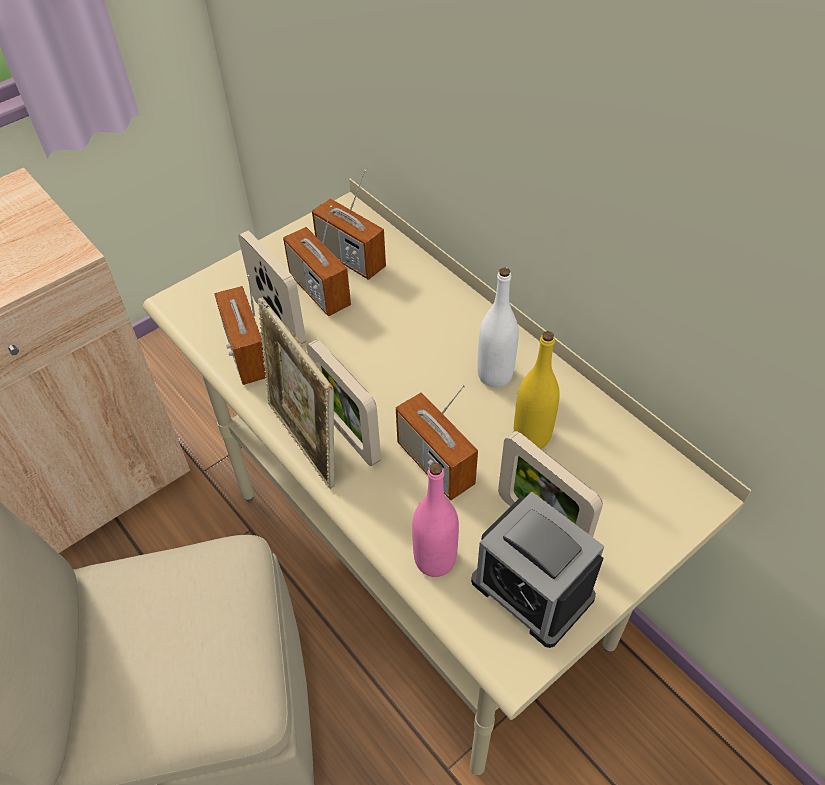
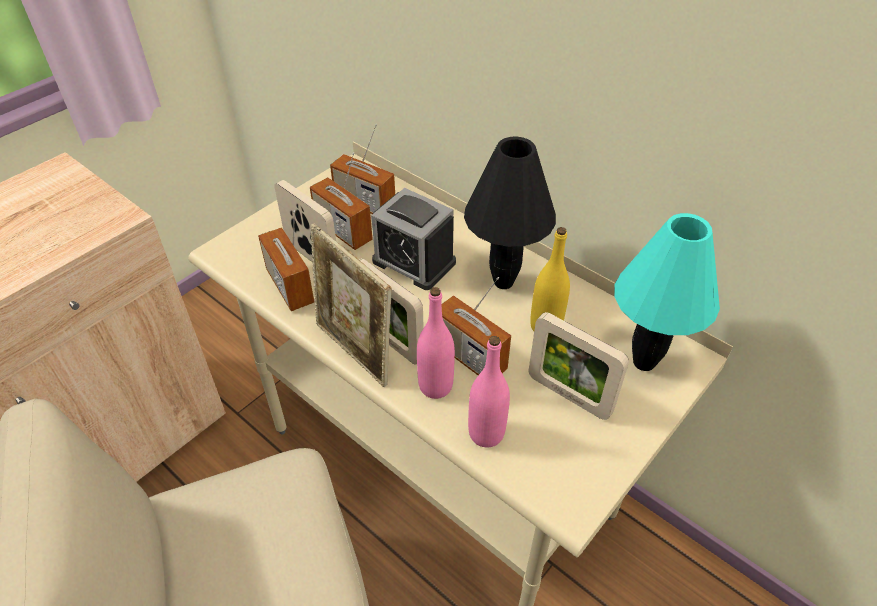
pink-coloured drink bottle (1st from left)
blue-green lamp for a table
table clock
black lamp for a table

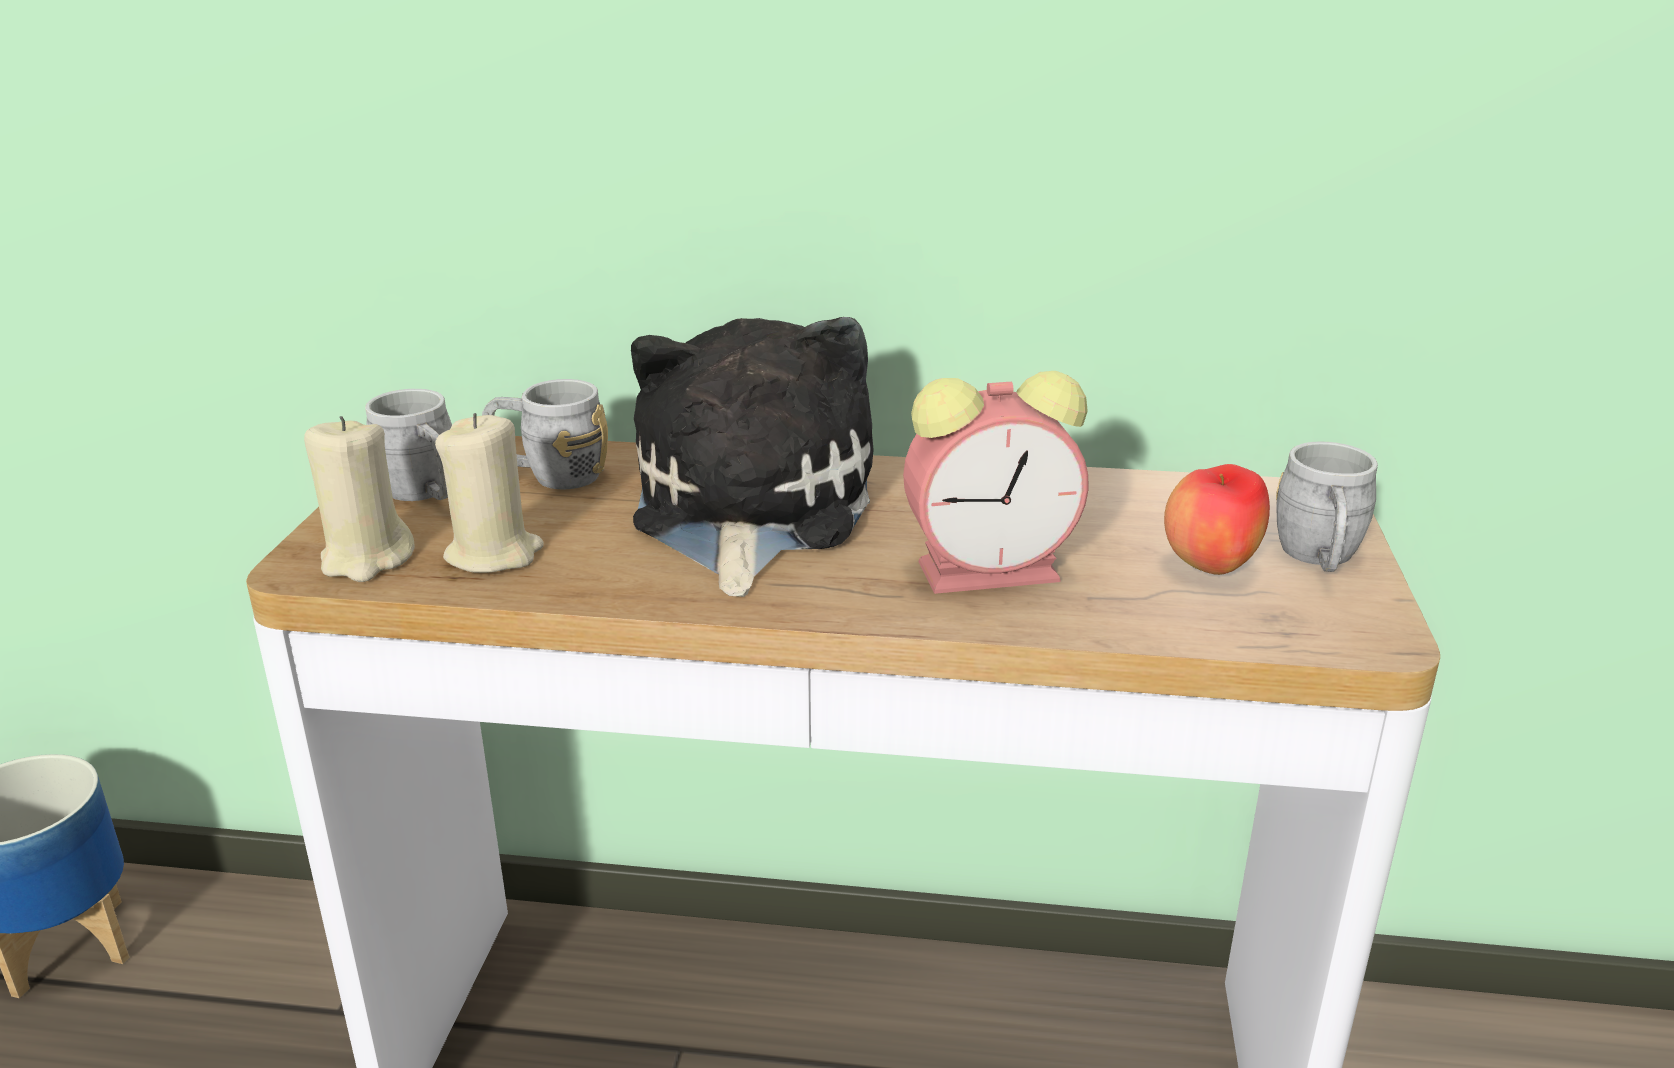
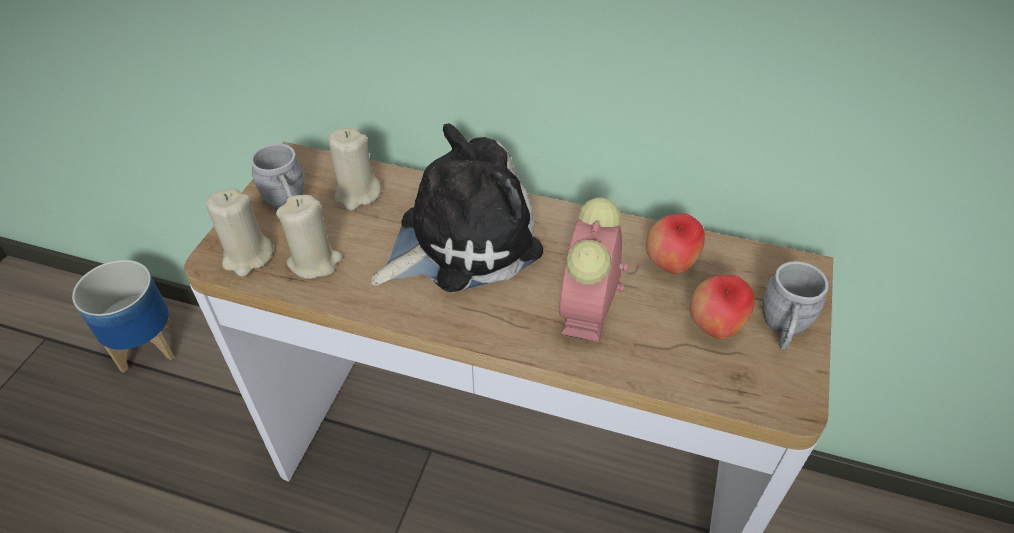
whole apple (1st from left)
beige-coloured wax light (3rd from left)
plush toy
table clock

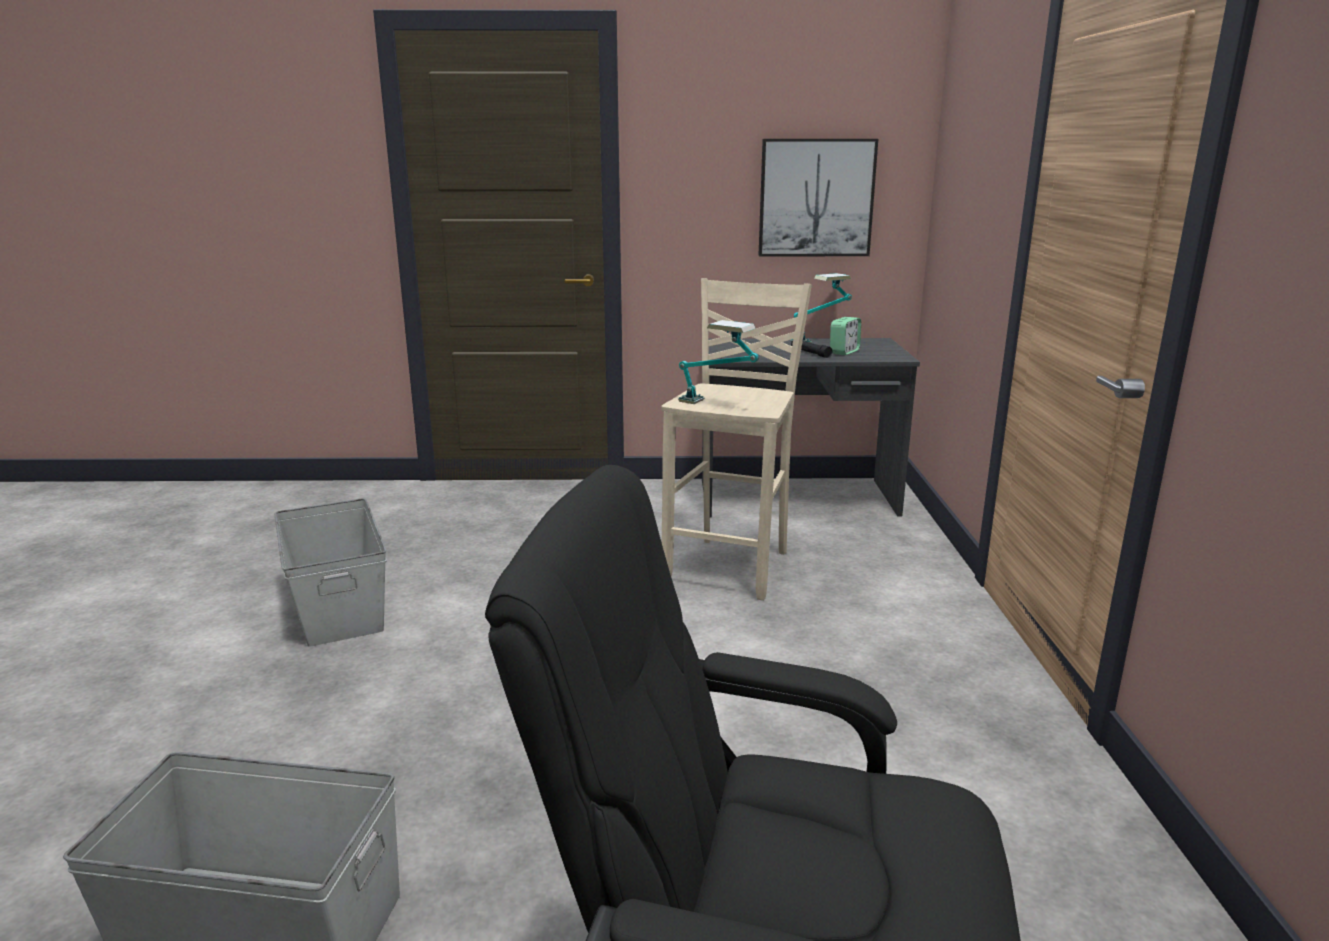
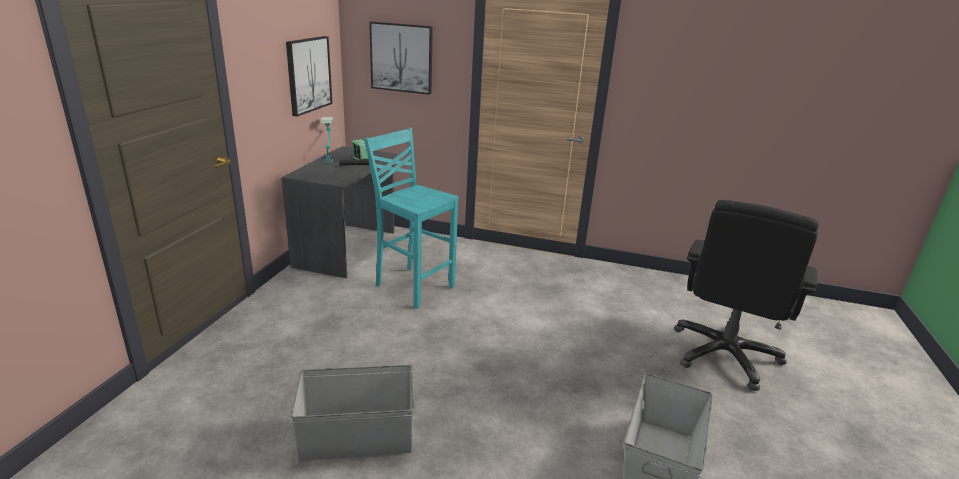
lamp for a table (1st from left in the first image)
wall picture (2nd from left)
blue-green stool seat

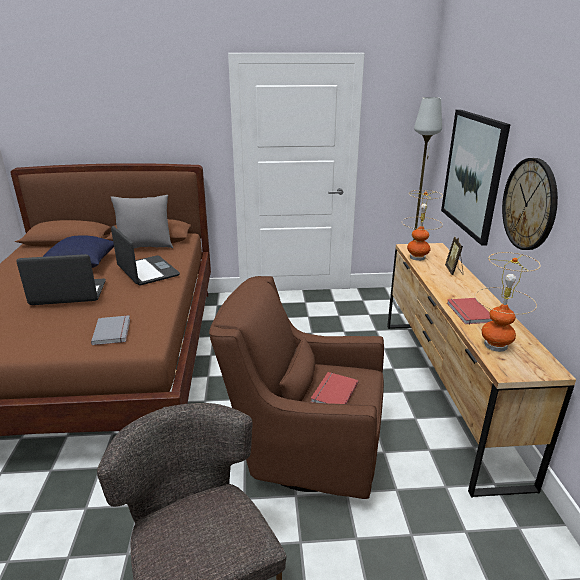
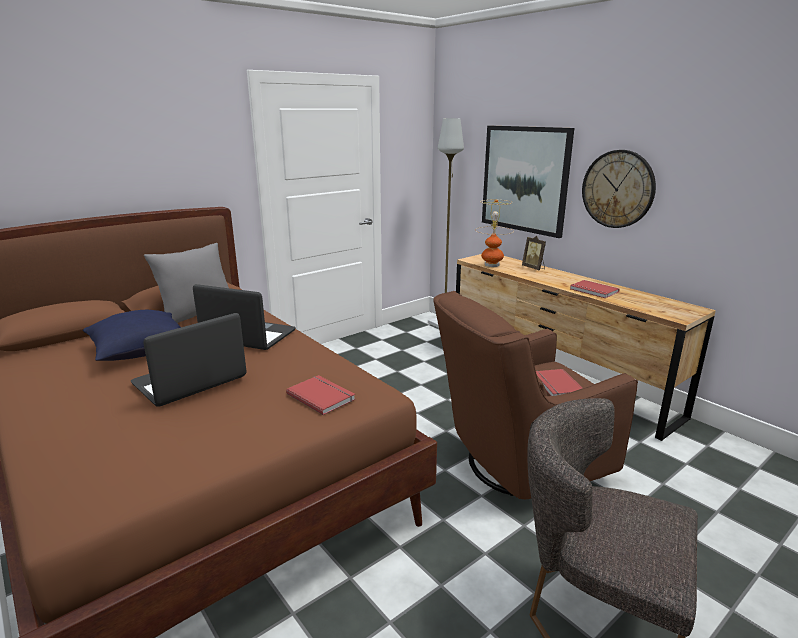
lamp for a table (2nd from left in the first image)
red-coloured volume (1st from left)

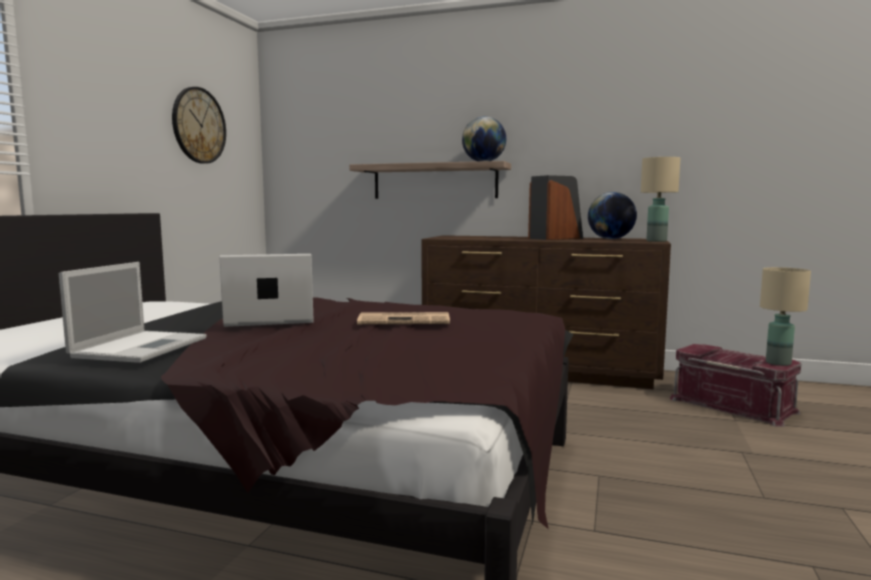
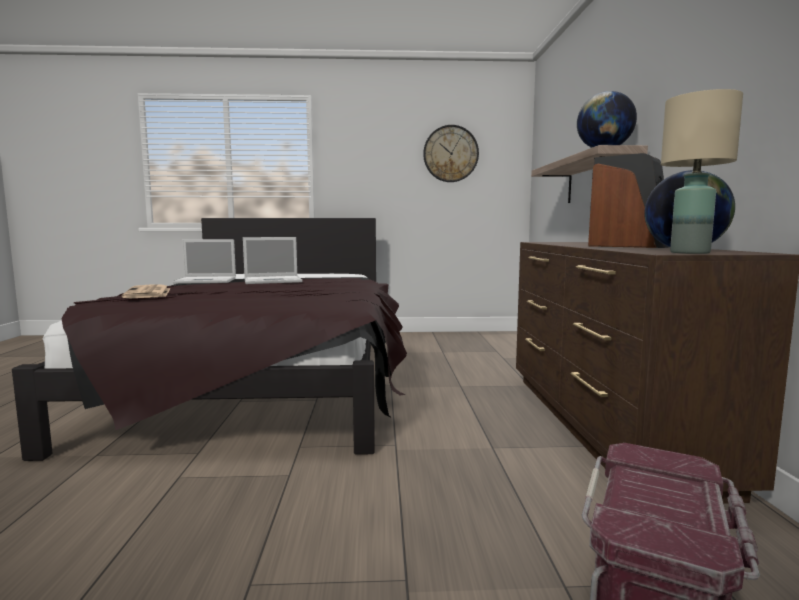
beige-coloured lamp for a table (2nd from left in the first image)
daily paper
portable computer (2nd from left)

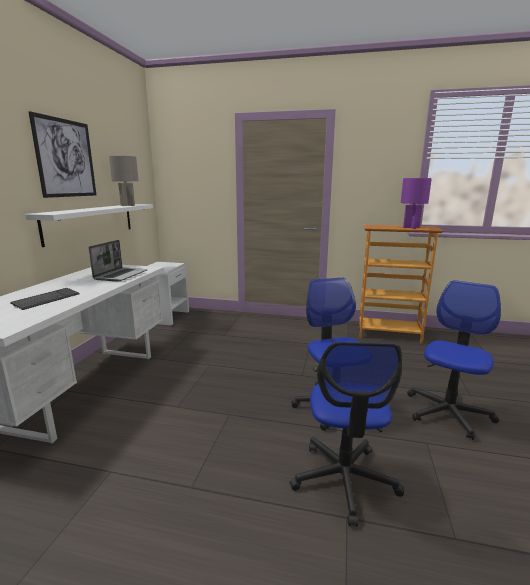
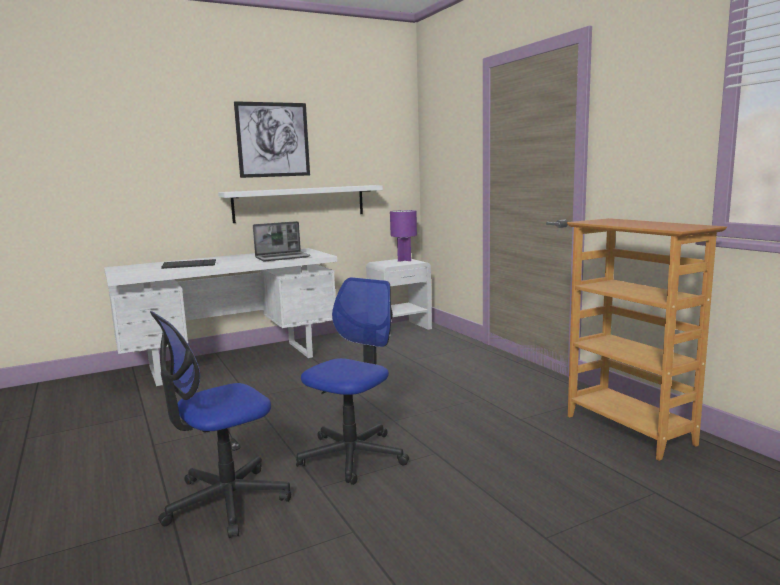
gray lamp for a table
desk chair (3rd from left in the first image)
purple-coloured lamp for a table

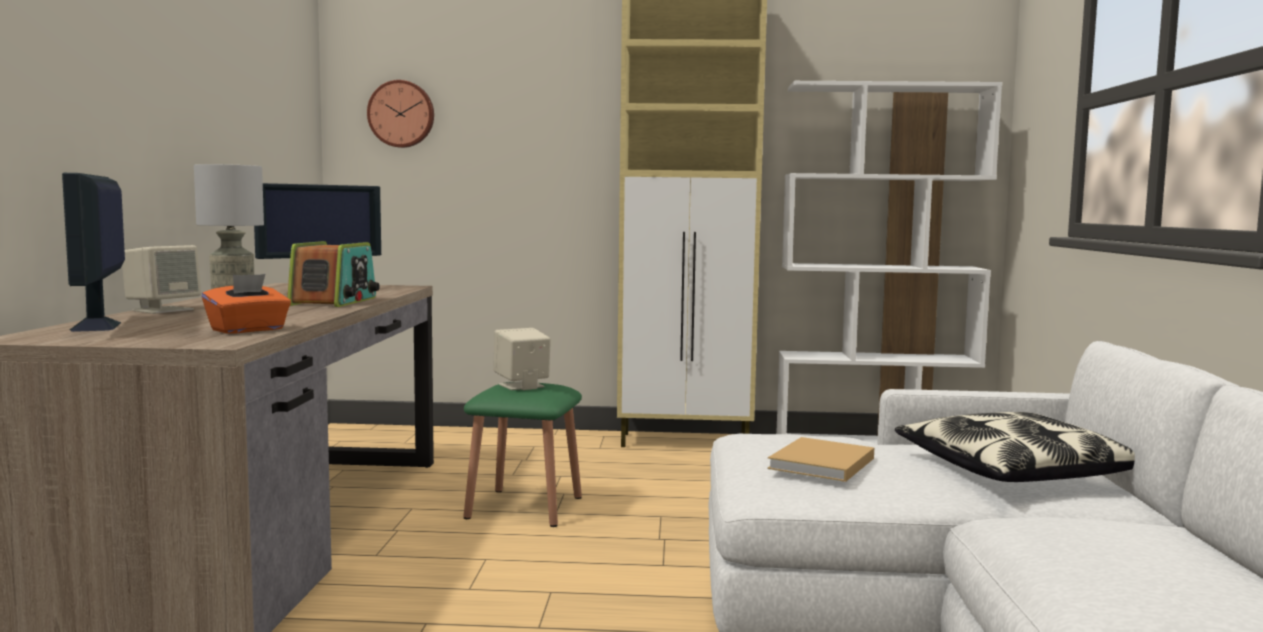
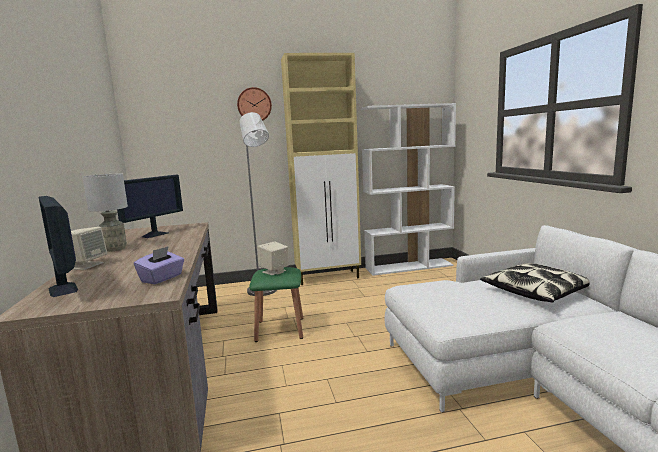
radio receiver
beige-coloured volume
gray standard lamp
hanging clock
purple-coloured tissue box

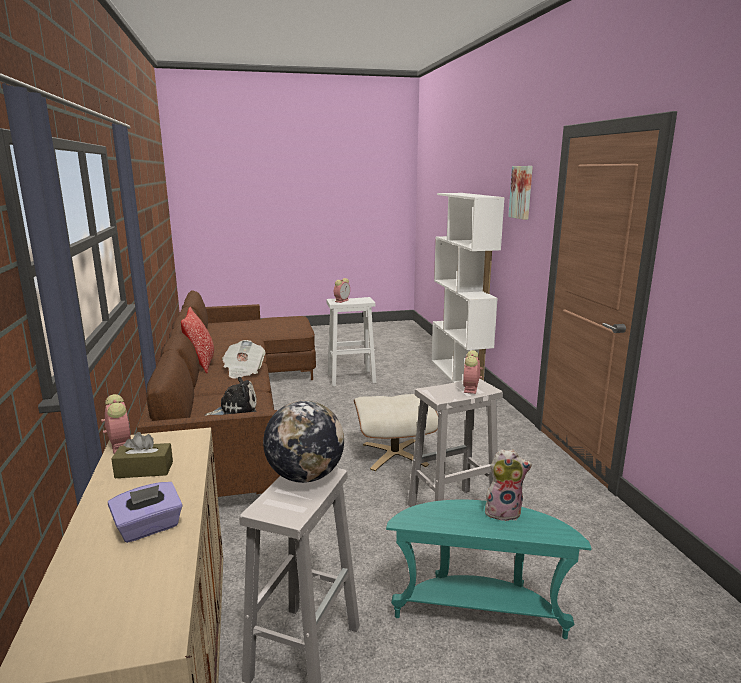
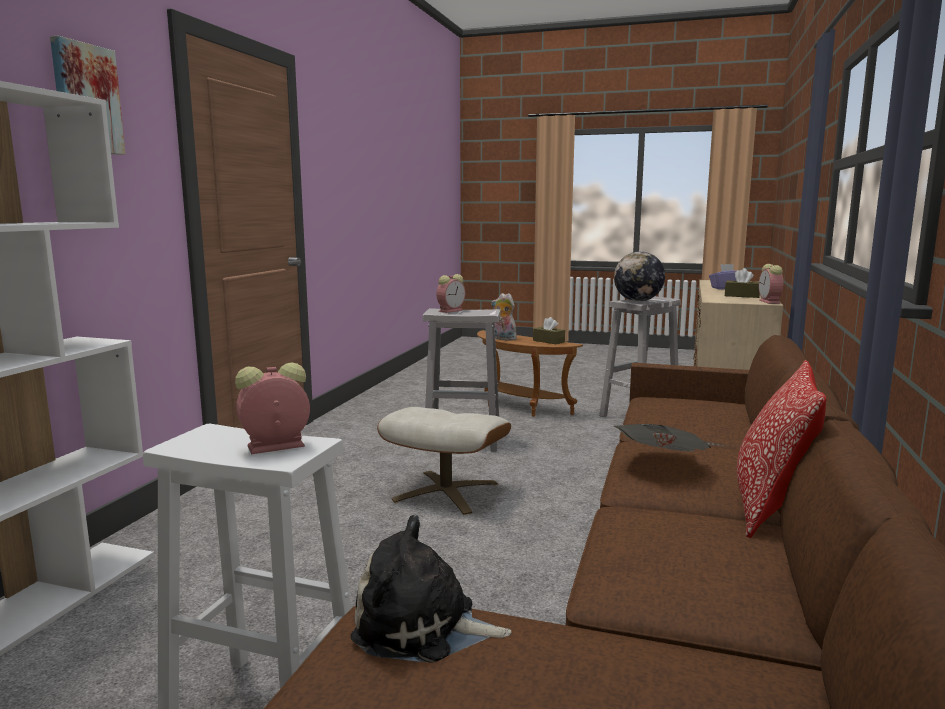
brownish tissue box (1st from left)
plush toy (1st from left)
brownish side table

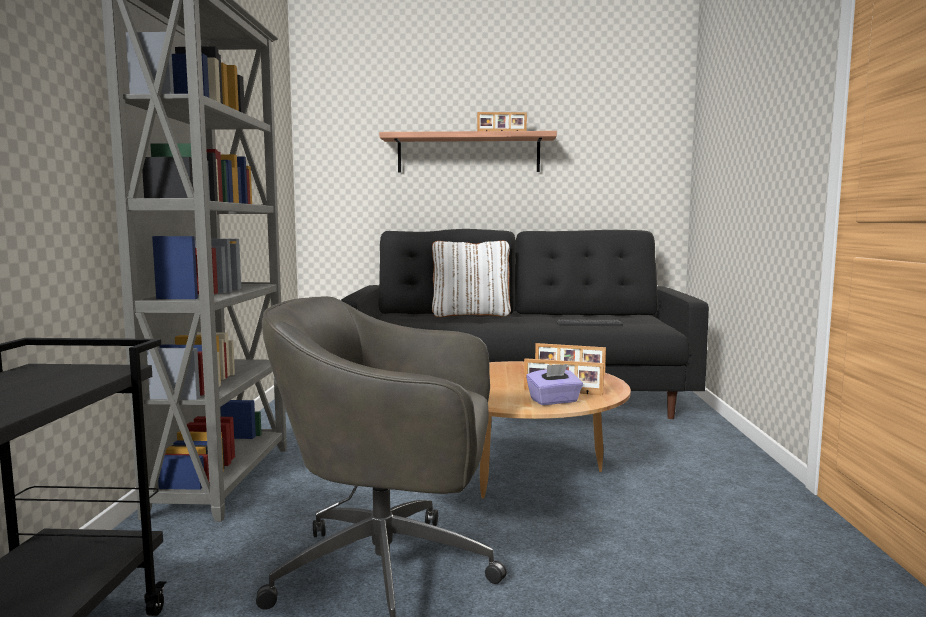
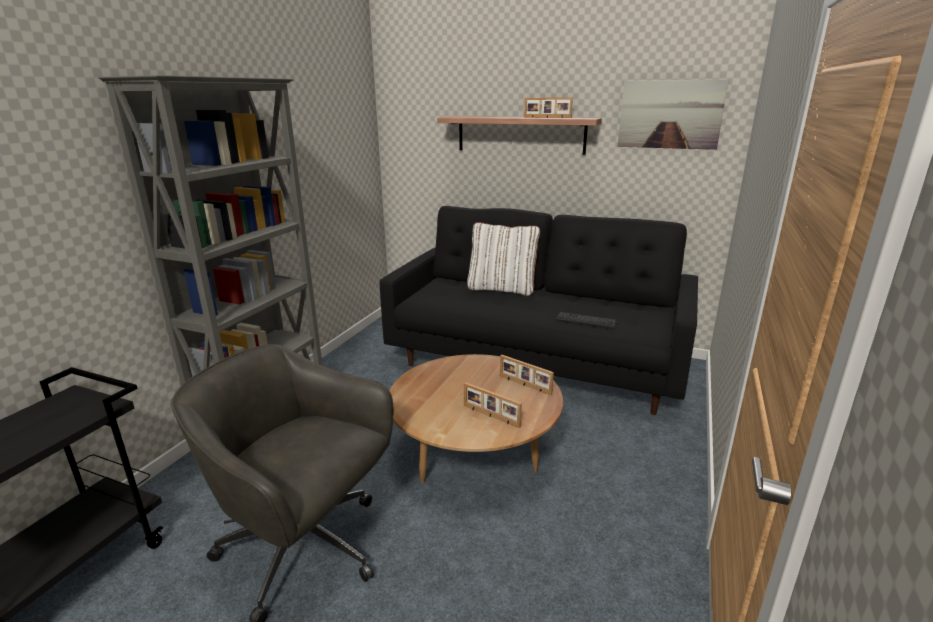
purple-coloured tissue box
wall picture

